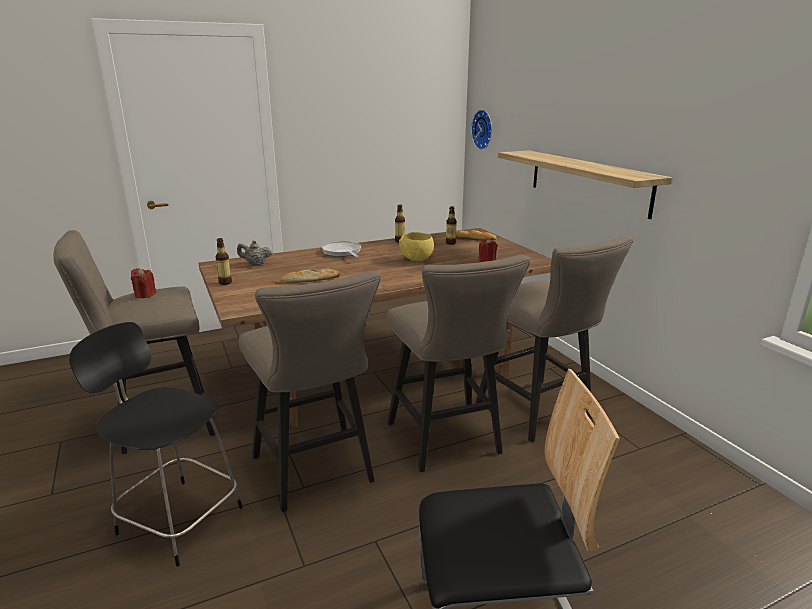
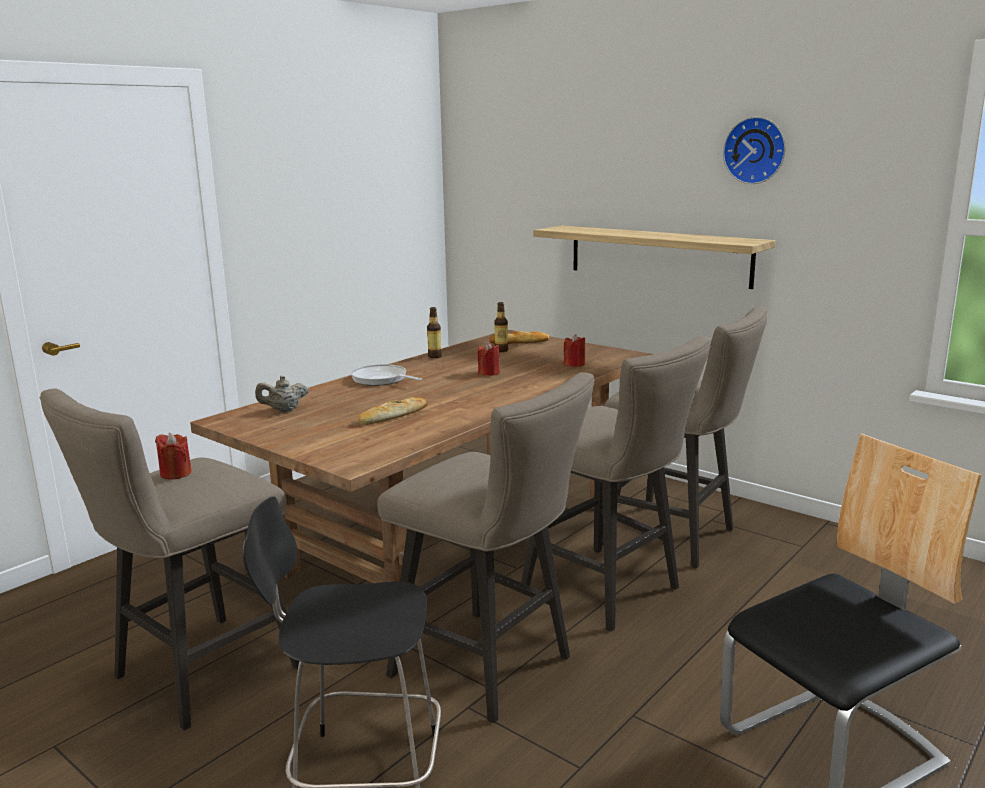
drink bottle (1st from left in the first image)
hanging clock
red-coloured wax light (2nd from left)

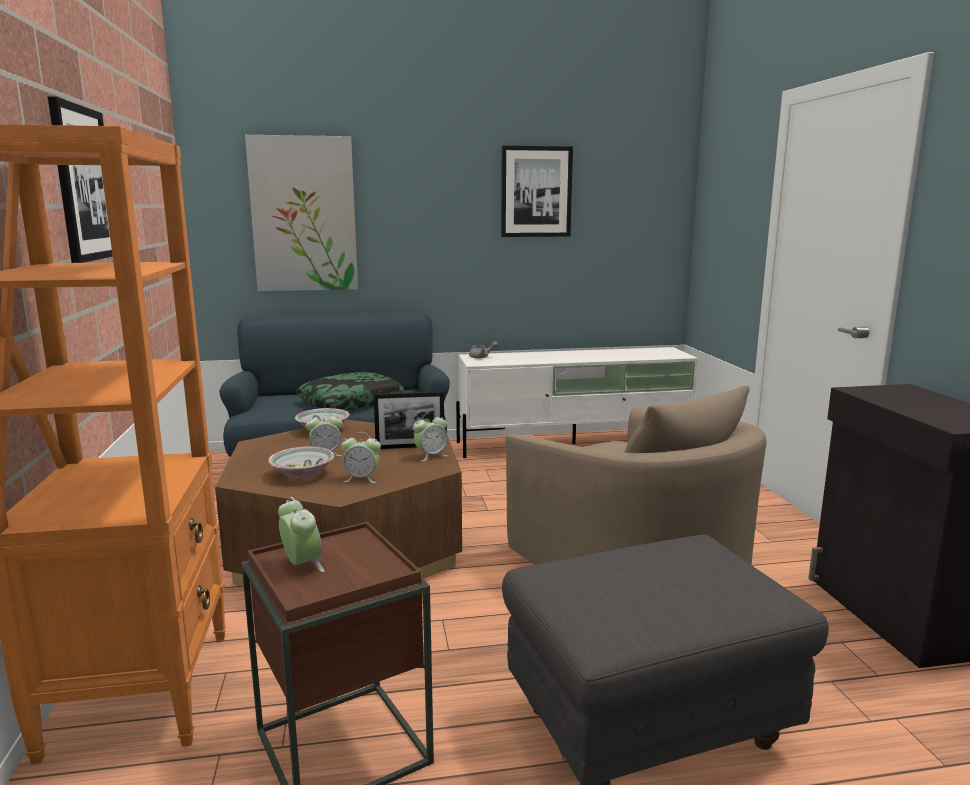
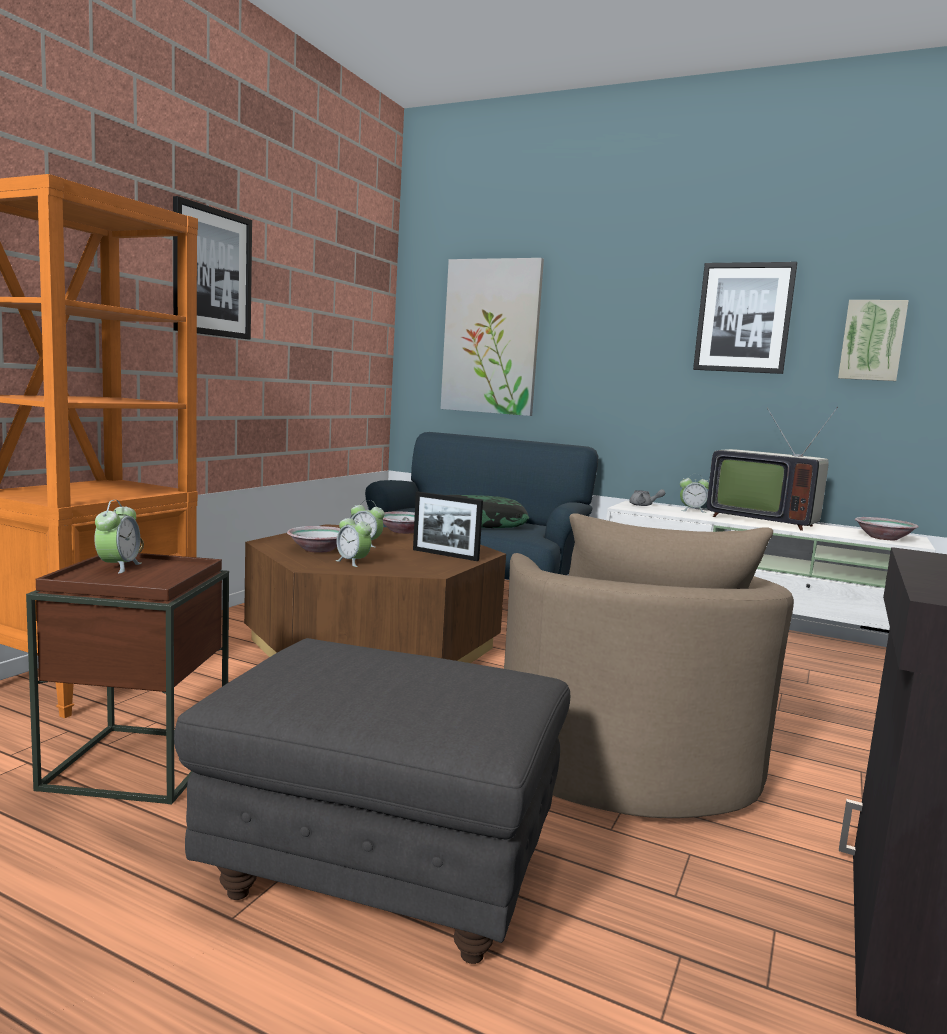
TV set
wall picture (4th from left)
bowl (3rd from left)
table clock (4th from left)

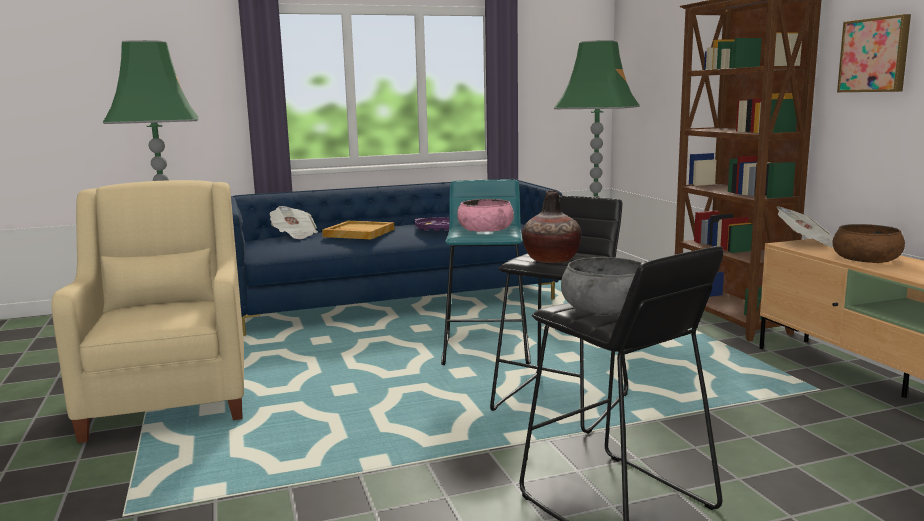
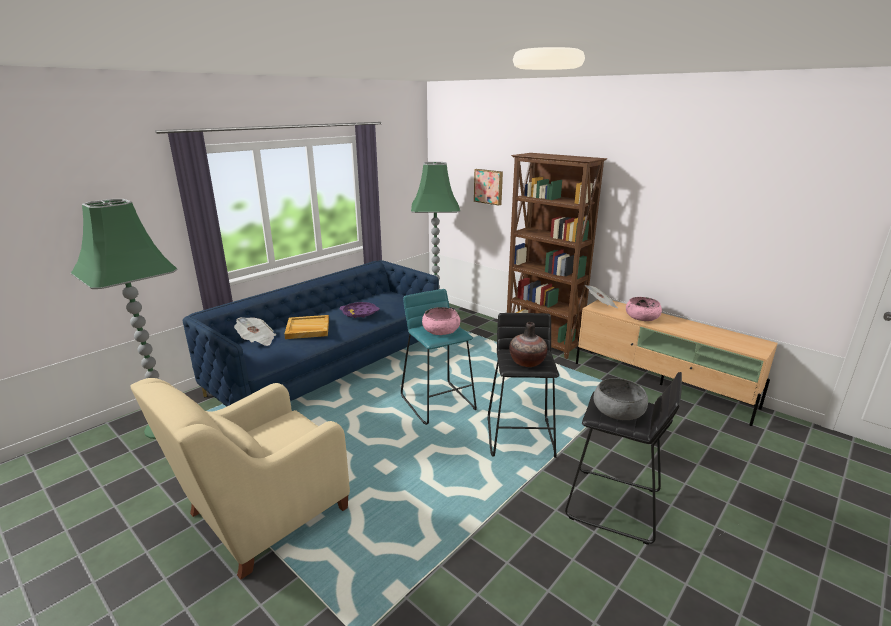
wall picture
pink-coloured bowl (2nd from left)
beige-coloured lounge chair

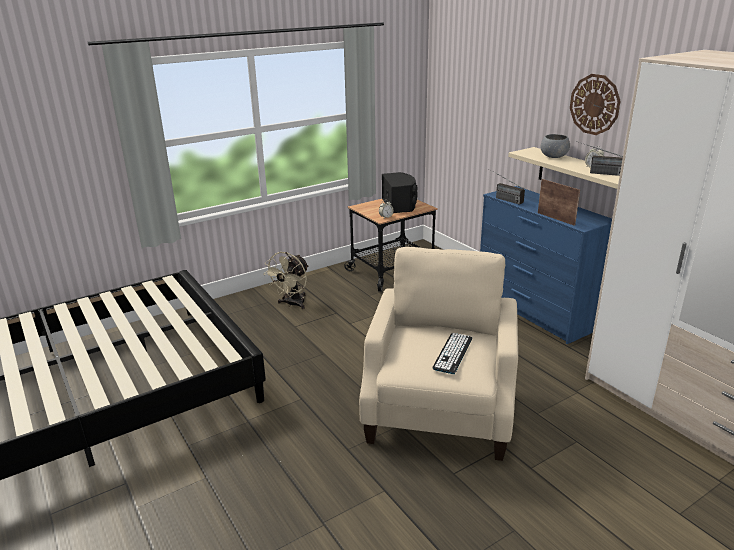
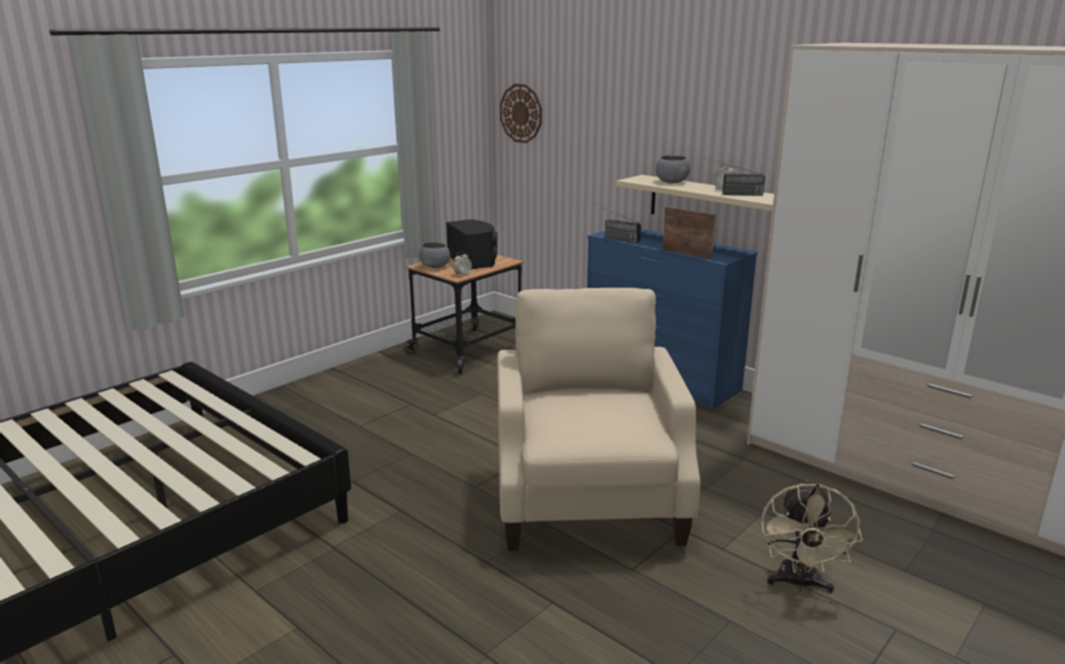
keyboard
gray bowl (1st from left)
beige-coloured electric fan
hanging clock

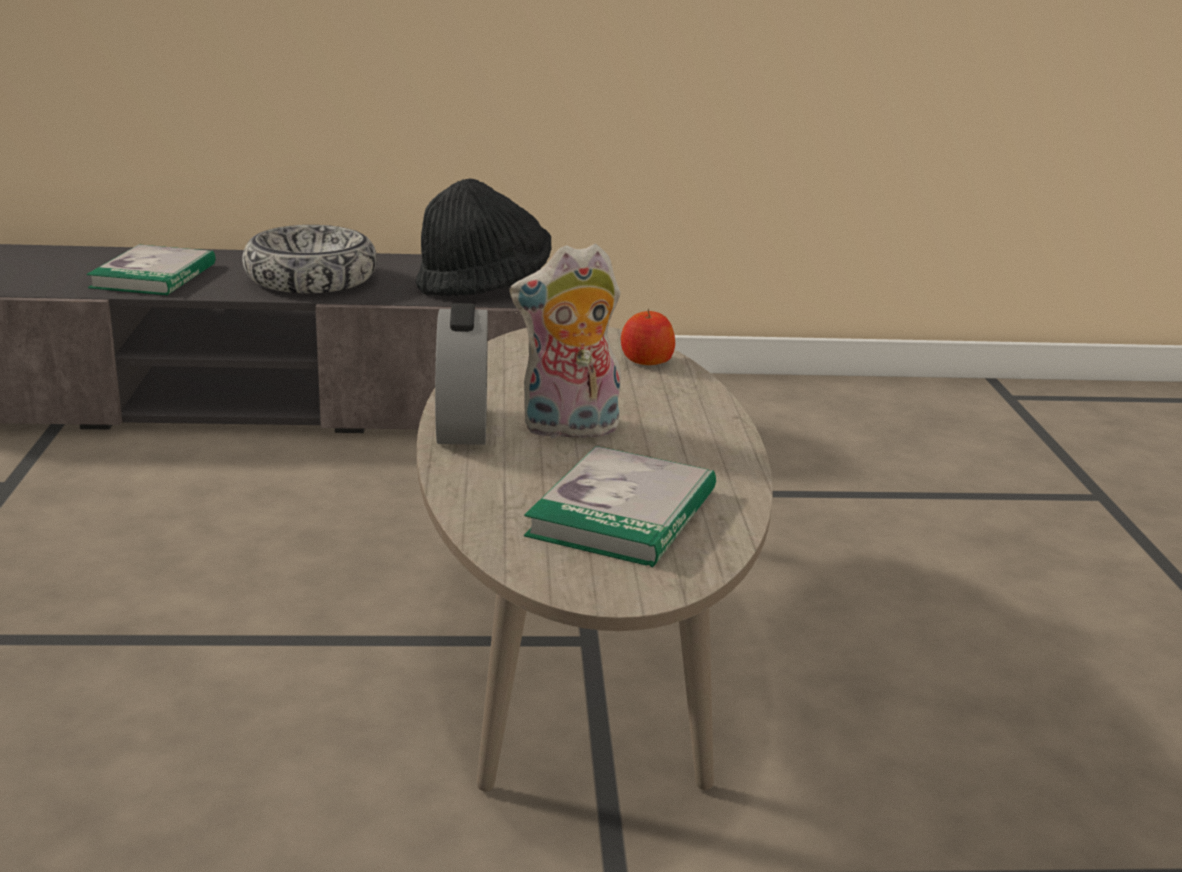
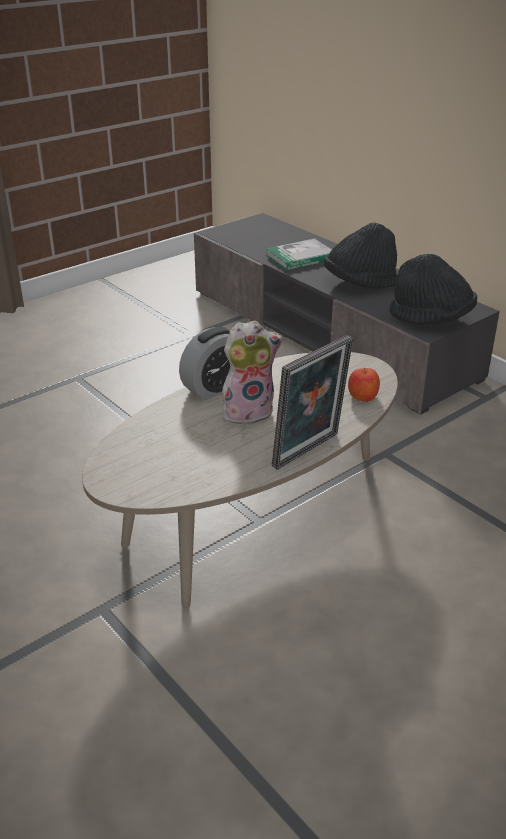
volume (2nd from left in the first image)
picture frame
black wearable hat (1st from left)
plush toy

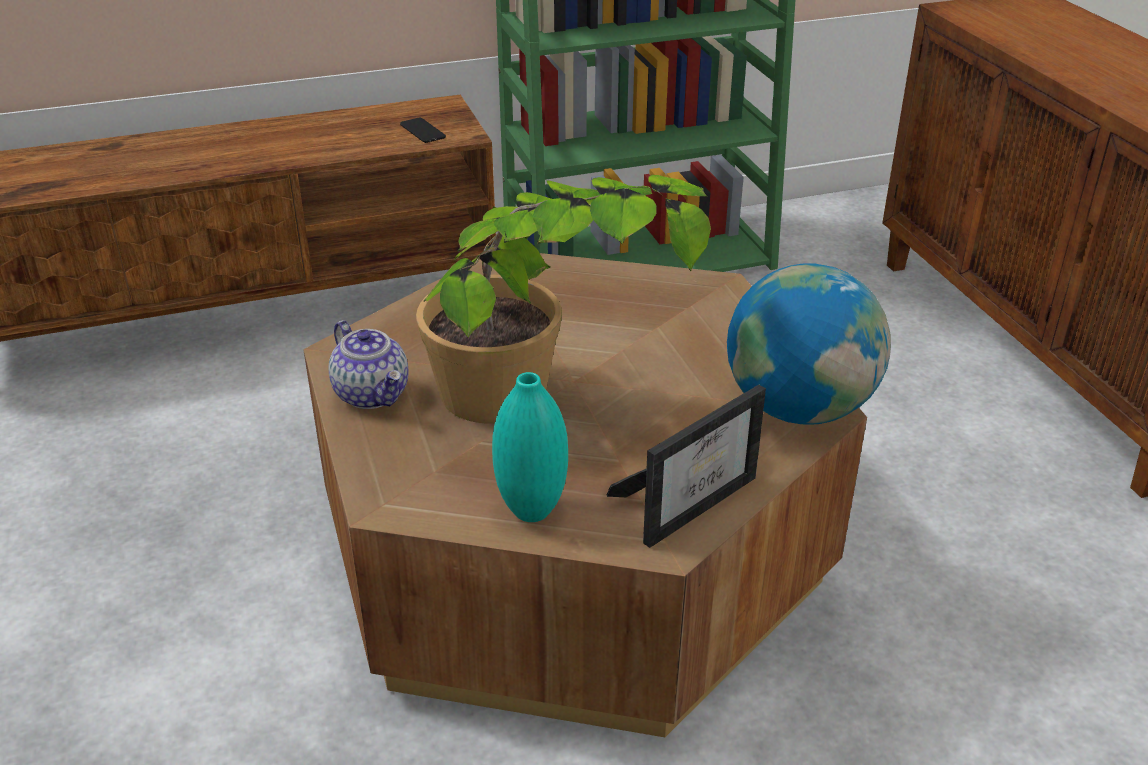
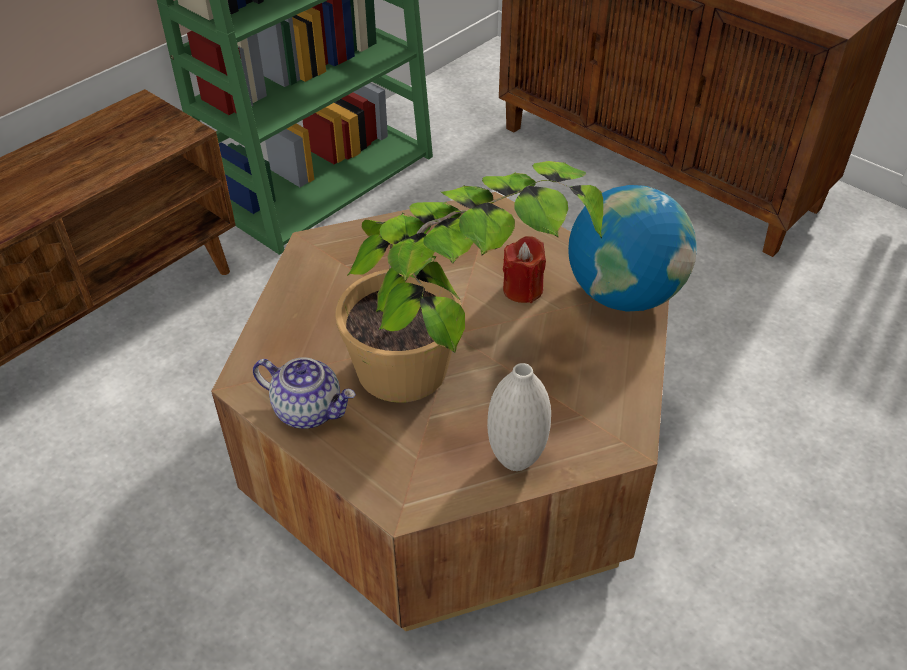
phone
picture frame
red-coloured wax light
whitish decorative vase

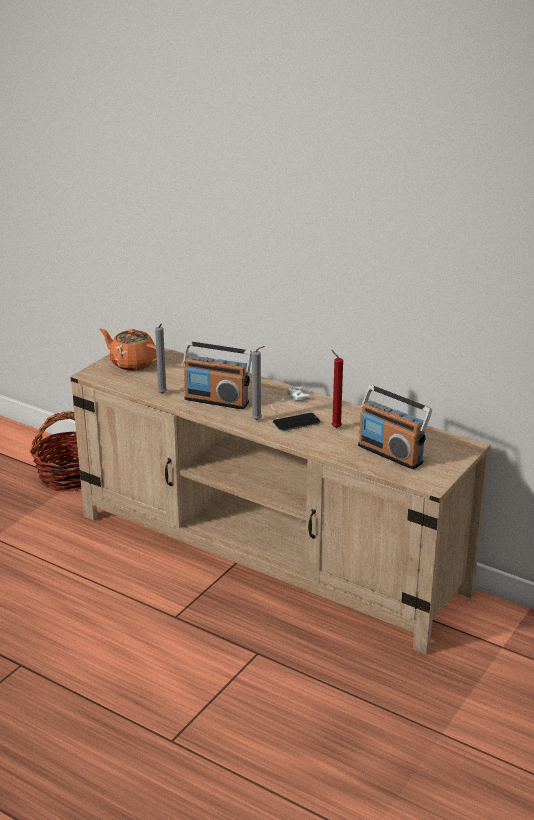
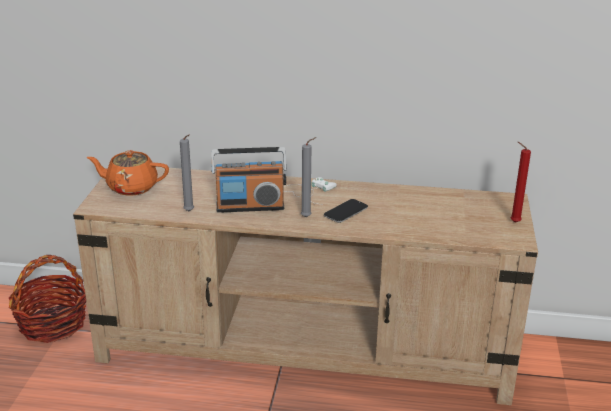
radio receiver (2nd from left in the first image)
red-coloured wax light

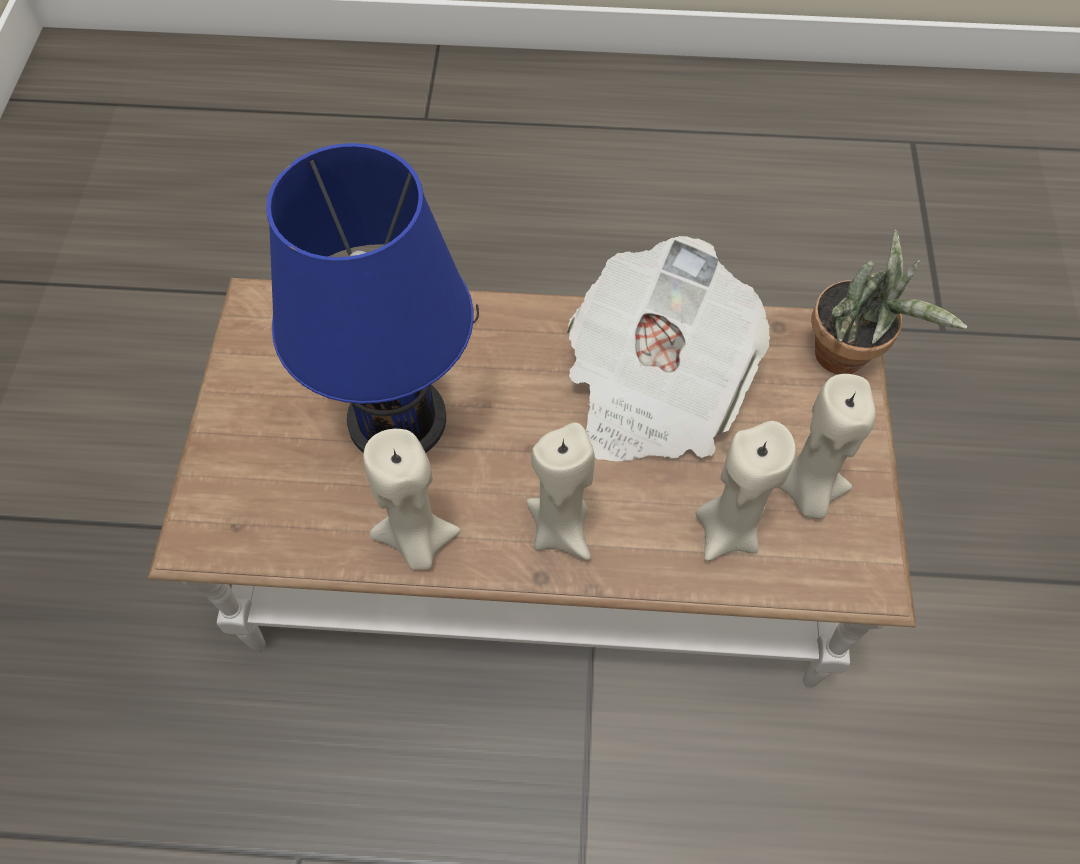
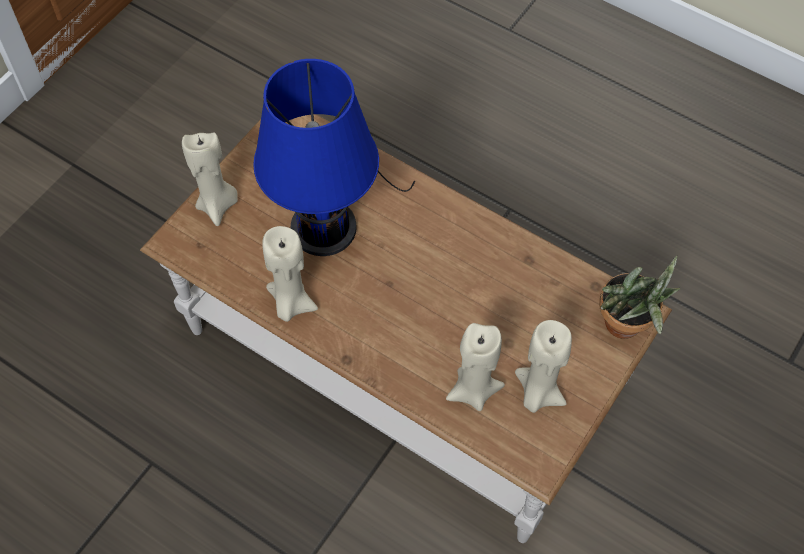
daily paper
beige-coloured wax light (1st from left)

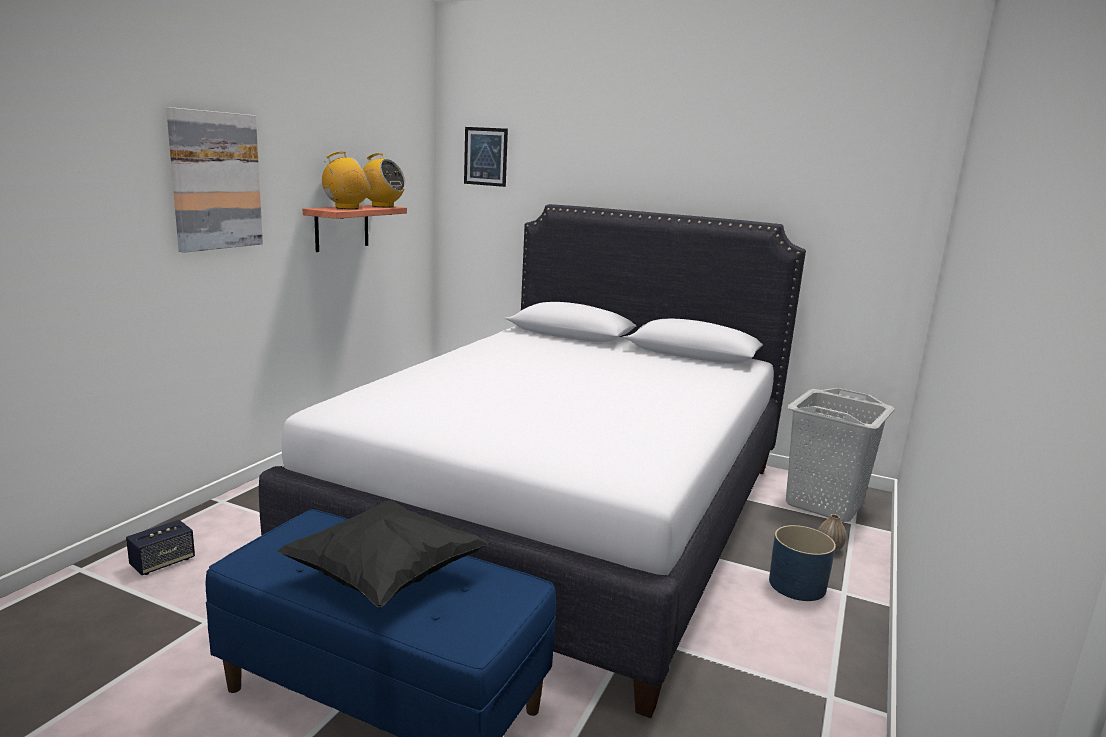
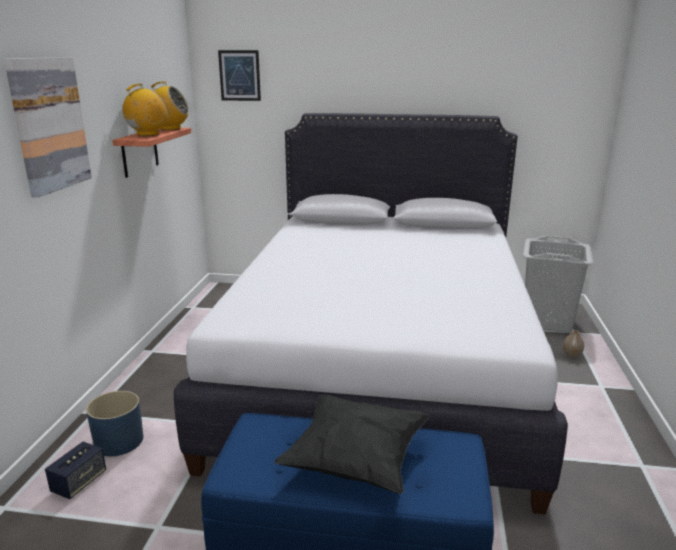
blue plant pot

